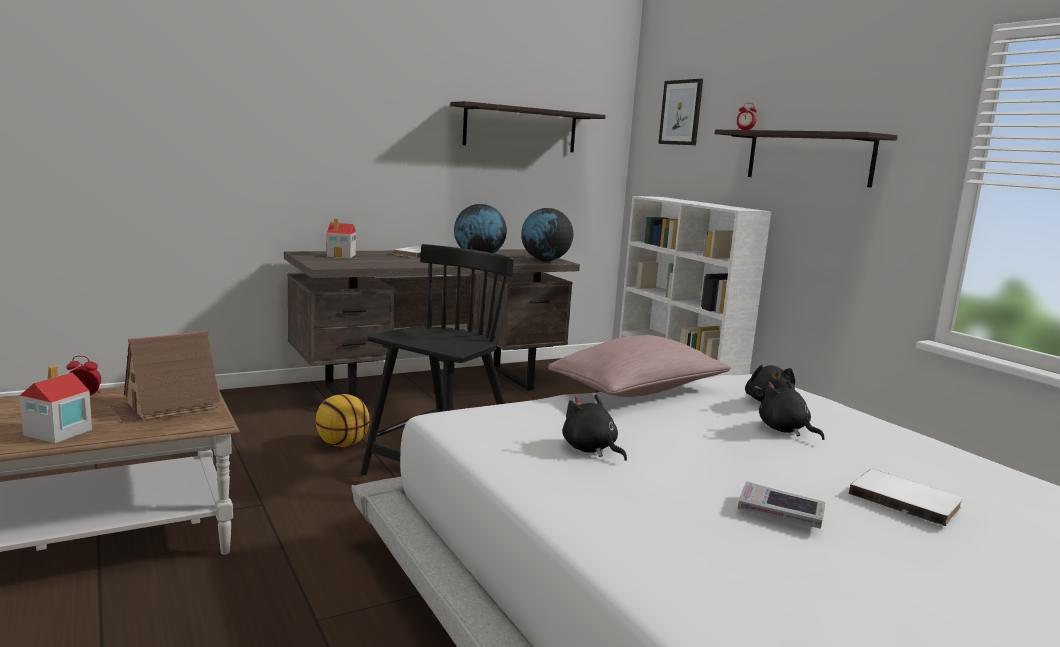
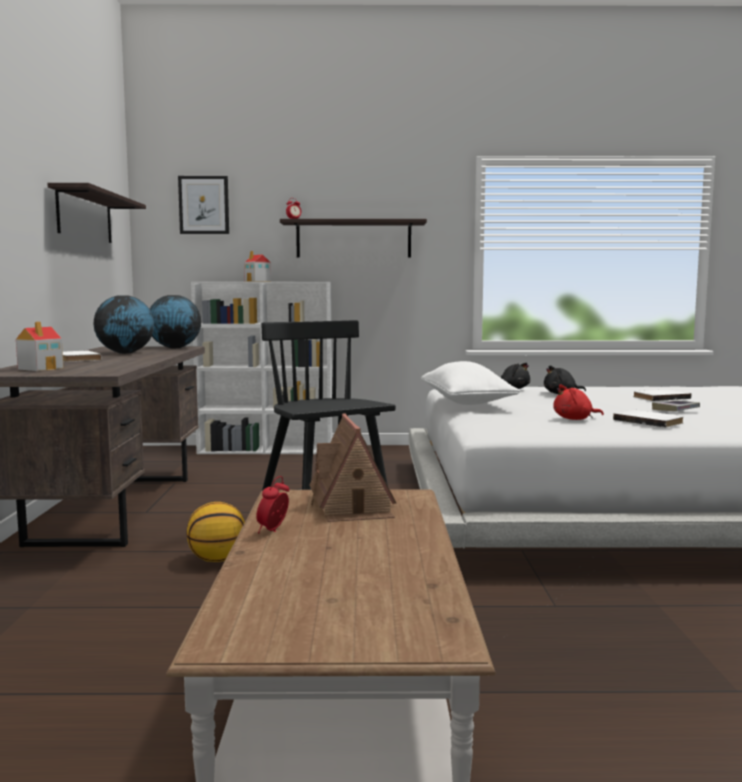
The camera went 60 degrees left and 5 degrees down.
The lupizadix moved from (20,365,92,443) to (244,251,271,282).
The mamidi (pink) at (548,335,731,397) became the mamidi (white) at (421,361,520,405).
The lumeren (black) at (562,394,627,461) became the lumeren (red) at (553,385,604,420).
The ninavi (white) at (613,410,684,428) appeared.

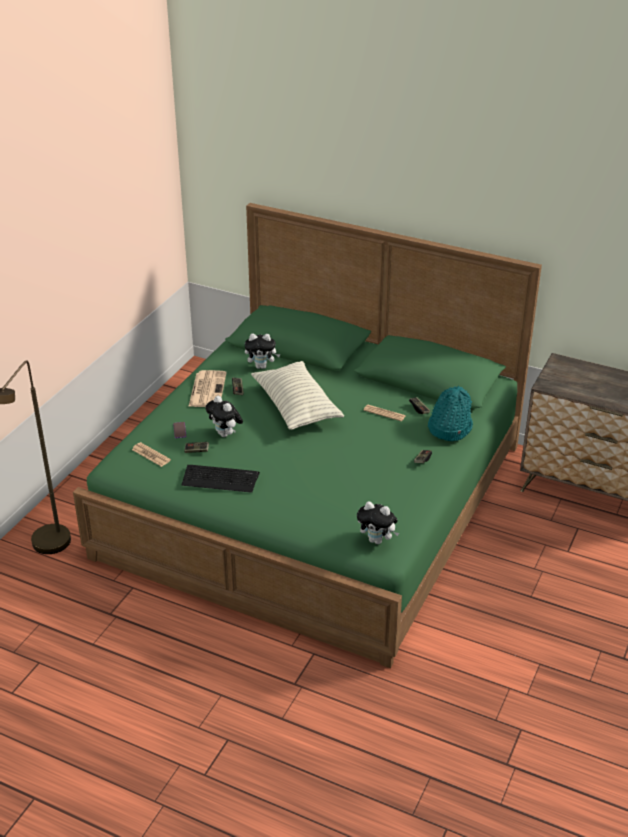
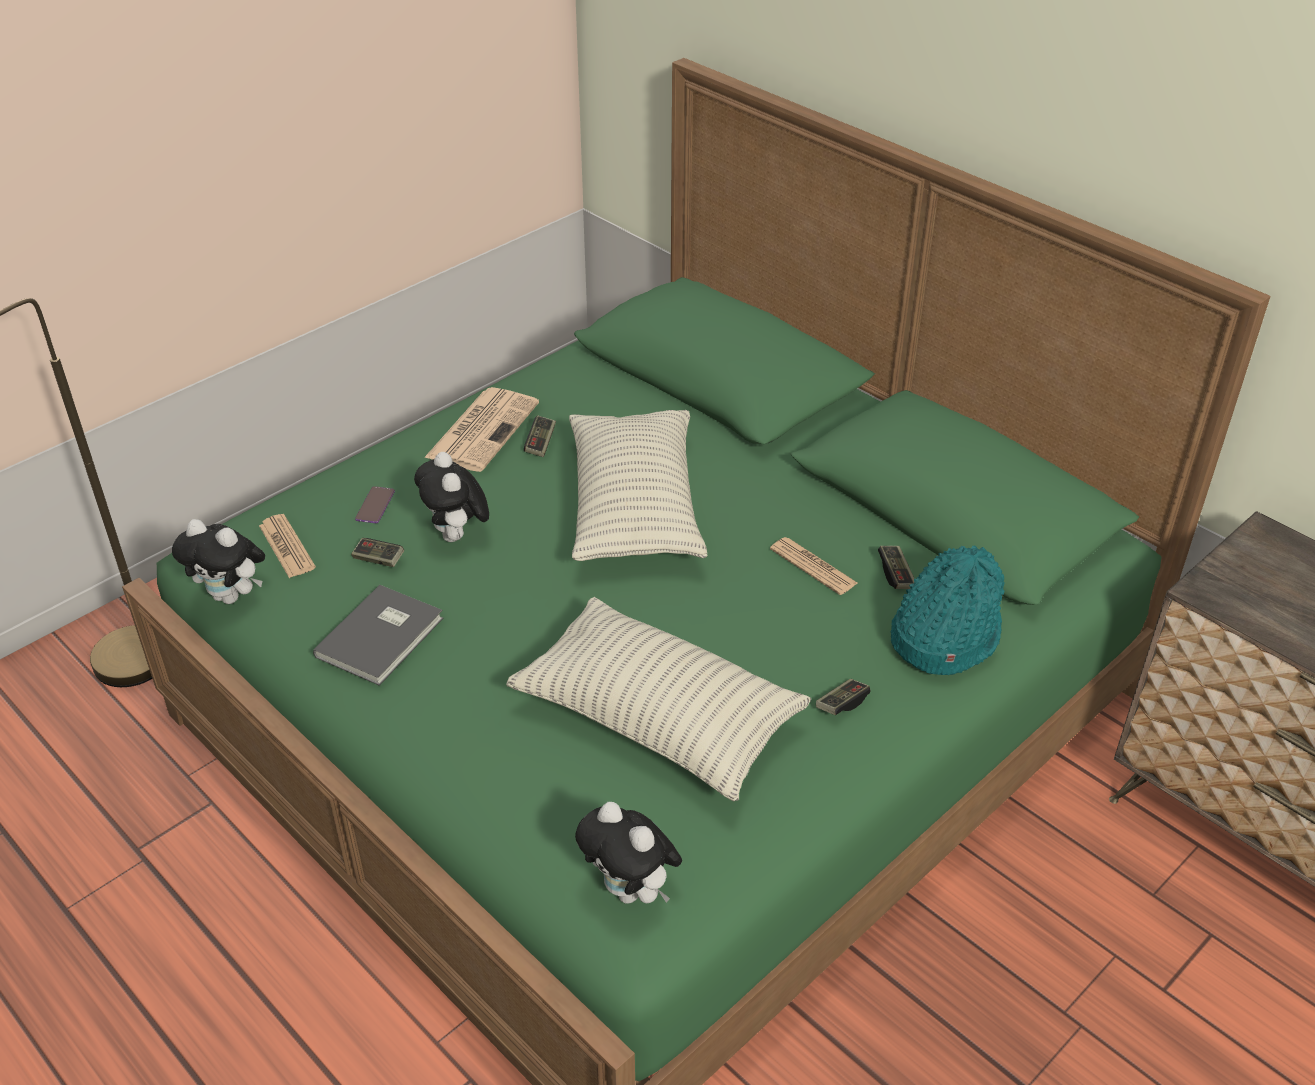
The camera went 20 degrees right and 5 degrees up.
The lumeren moved from (245,334,280,369) to (172,519,265,604).
The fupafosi at (182,465,260,493) was replaced by the ninavi (grey) at (313,585,443,686).
The mamidi at (506,597,811,801) appeared.

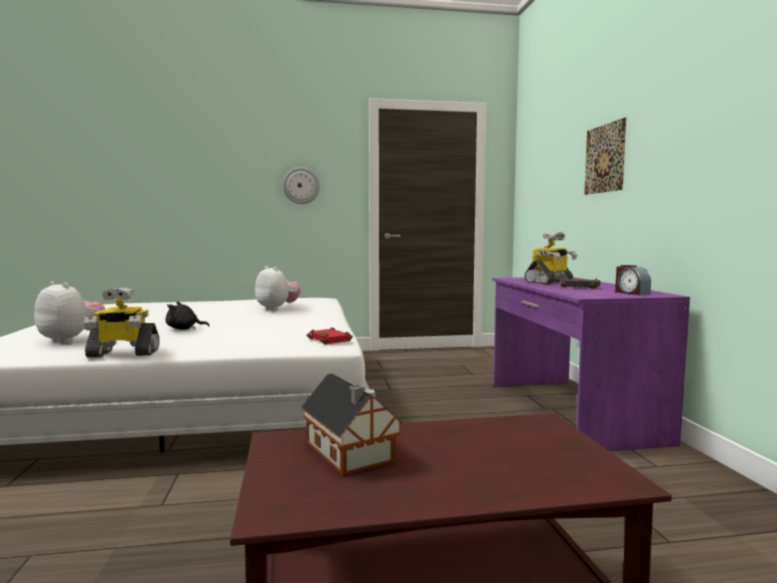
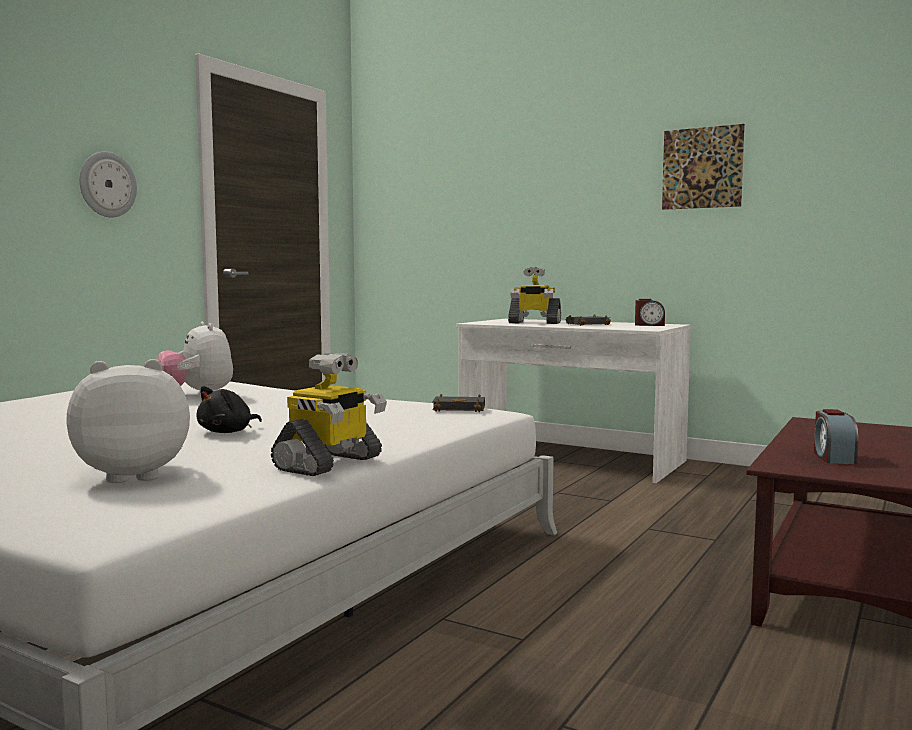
The camera went 50 degrees left and 0 degrees up.
The lumeren at (255,266,300,311) turned 120 degrees counterclockwise.
The ninavi (red) at (307,327,353,345) became the ninavi (black) at (432,394,485,412).
The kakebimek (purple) at (493,277,690,451) became the kakebimek (white) at (456,319,691,483).
The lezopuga at (524,232,577,284) turned 105 degrees clockwise.
The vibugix moved from (584,118,626,195) to (662,124,745,210).
The lupizadix at (301,374,403,476) was replaced by the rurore at (814,409,858,464).

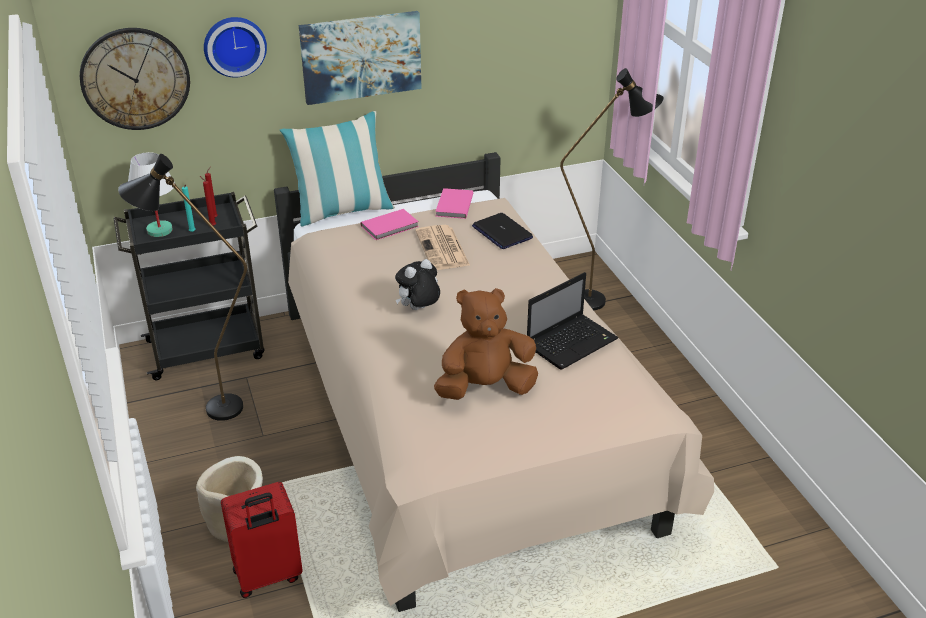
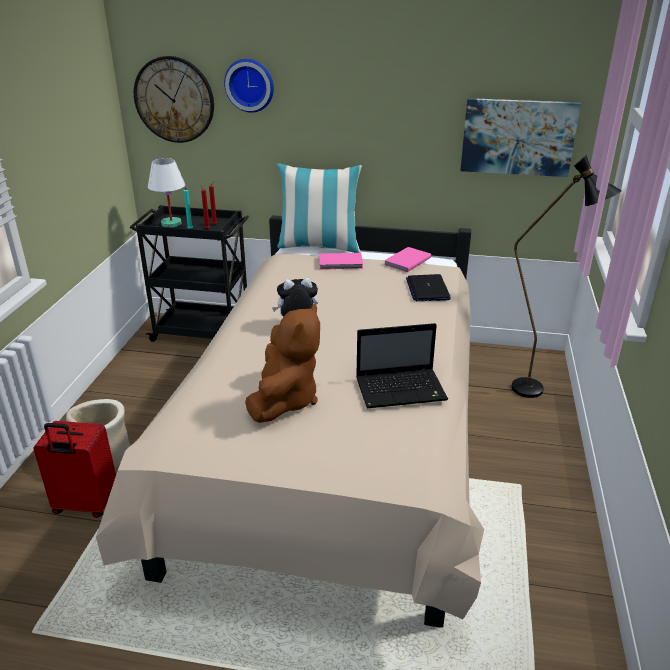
The camera went 30 degrees right and 5 degrees down.
The lumeren (brown) at (434,288,538,400) turned 90 degrees clockwise.
The vibugix moved from (299,11,422,105) to (460,98,581,177).
The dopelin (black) at (118,154,247,421) disappeared.
The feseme at (415,225,470,270) disappeared.

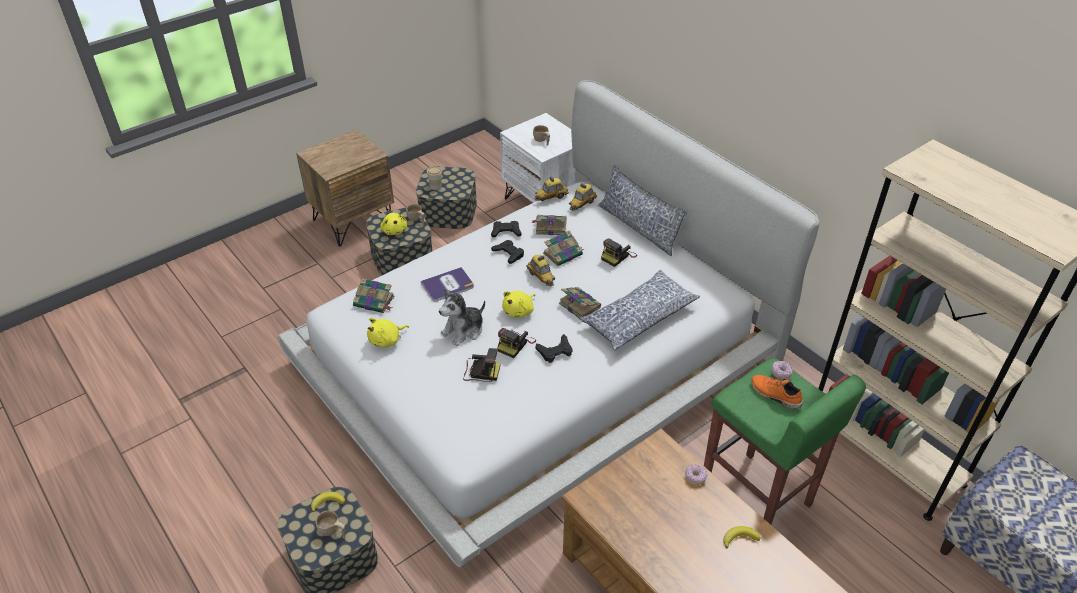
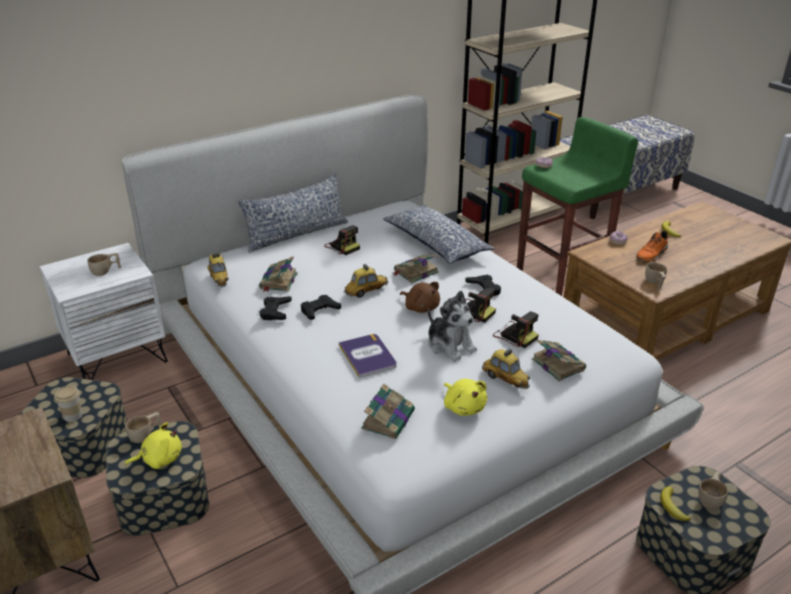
The camera went 85 degrees left and 10 degrees down.
The lumeren (yellow) at (502,291,536,317) became the lumeren (brown) at (400,282,440,313).
The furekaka moved from (569,184,597,211) to (482,349,530,389).
The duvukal at (463,348,501,382) turned 120 degrees clockwise.
The ninavi moved from (543,231,584,266) to (532,340,586,381).
The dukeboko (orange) moved from (751,375,803,409) to (636,231,668,262).
The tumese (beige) at (645,262,667,290) appeared.

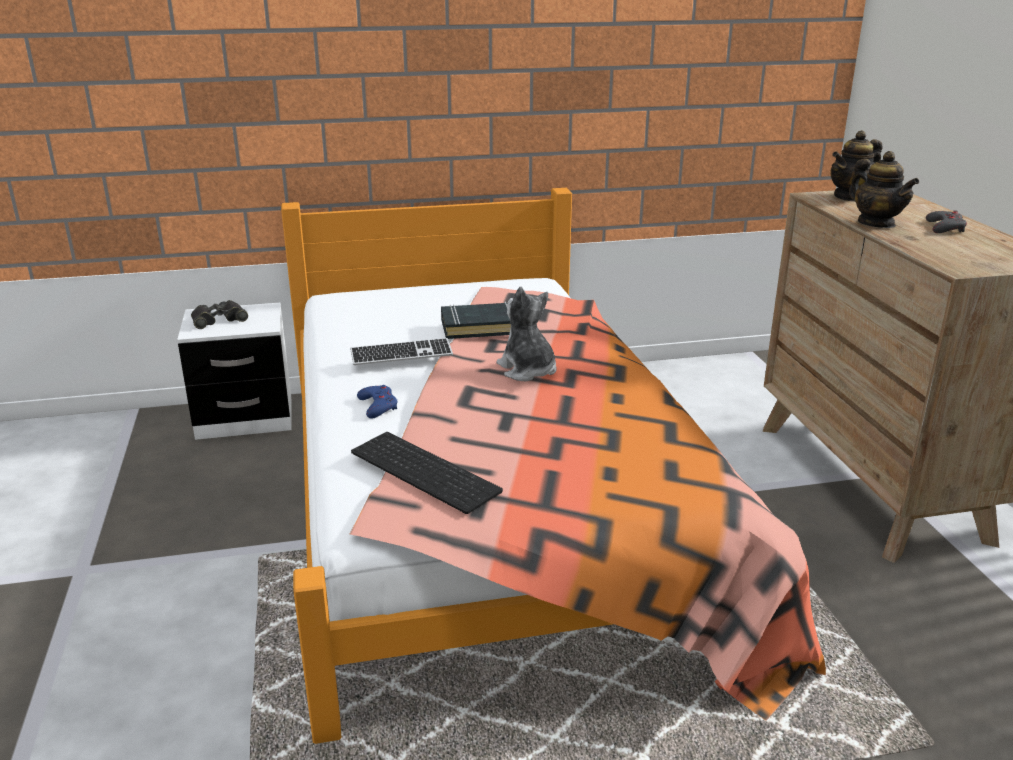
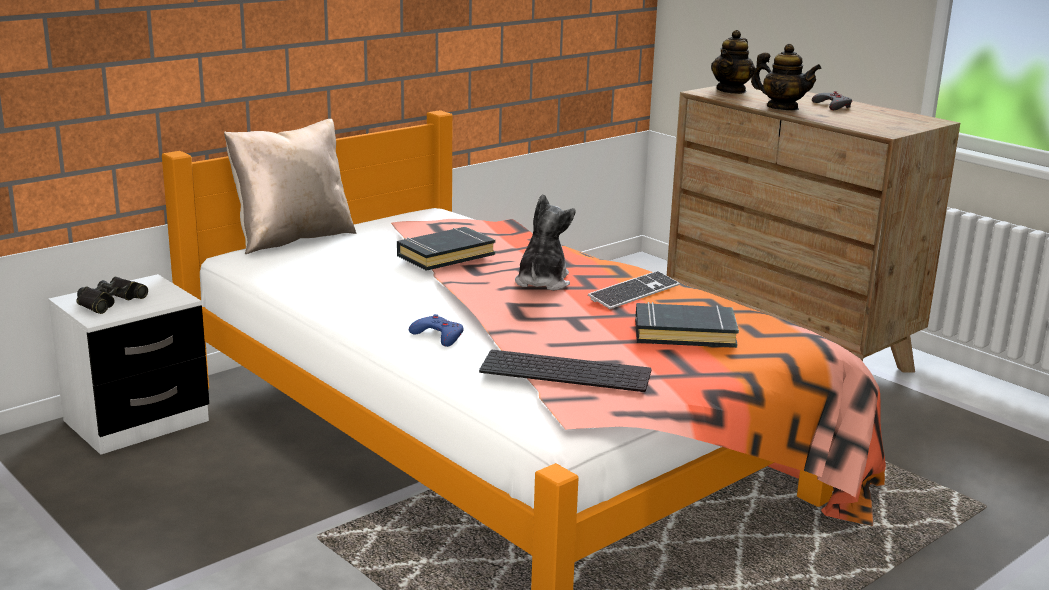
The camera went 30 degrees left and 5 degrees down.
The mamidi (beige) at (224,119,356,254) appeared.
The lumeren at (497,287,557,381) turned 75 degrees clockwise.
The fupafosi moved from (350,338,453,365) to (588,271,680,309).
The ninavi (black) at (635,302,739,348) appeared.

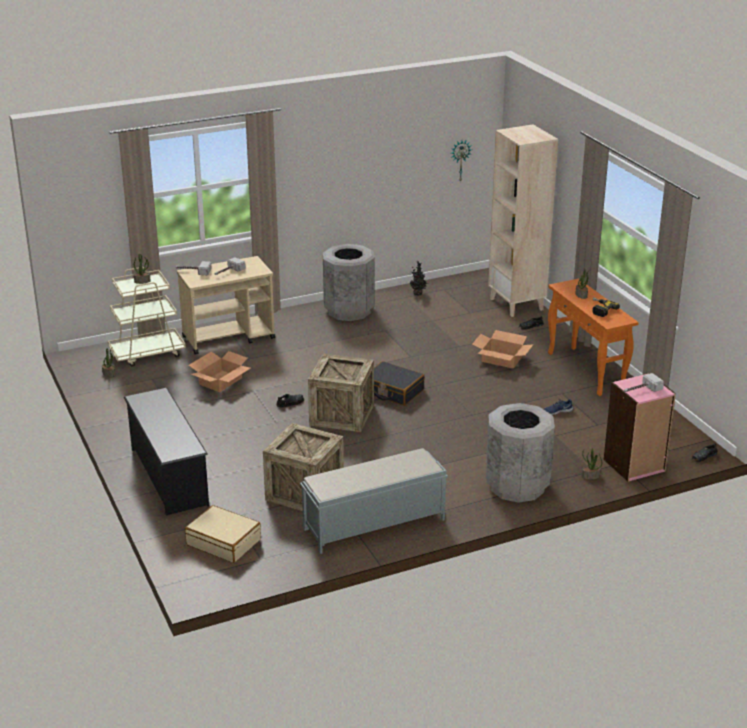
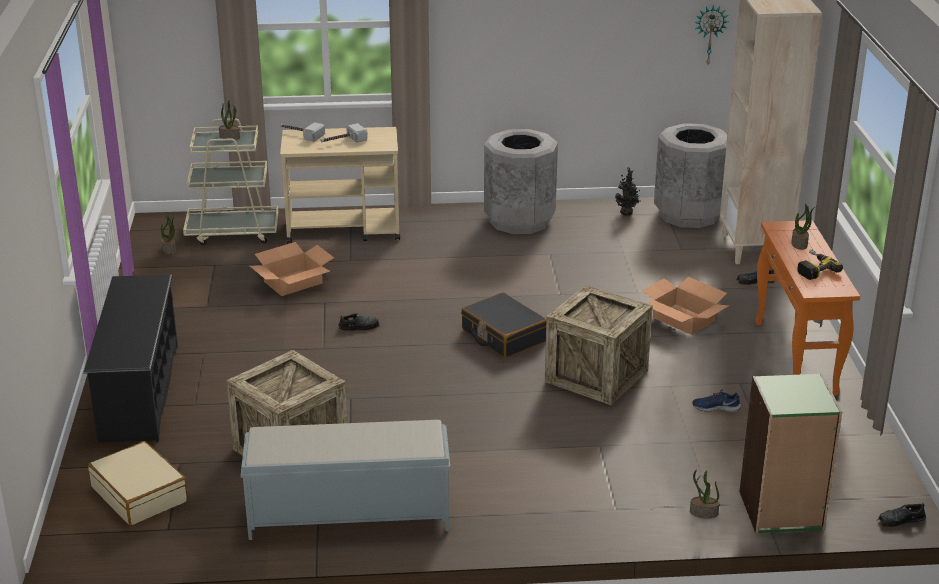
The camera went 20 degrees right and 0 degrees up.
The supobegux moved from (308,354,374,432) to (545,285,653,405).
The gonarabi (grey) moved from (486,403,555,503) to (654,123,727,228).
The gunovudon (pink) at (604,373,676,482) became the gunovudon (green) at (739,373,842,533).
The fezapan at (624,373,664,392) disappeared.

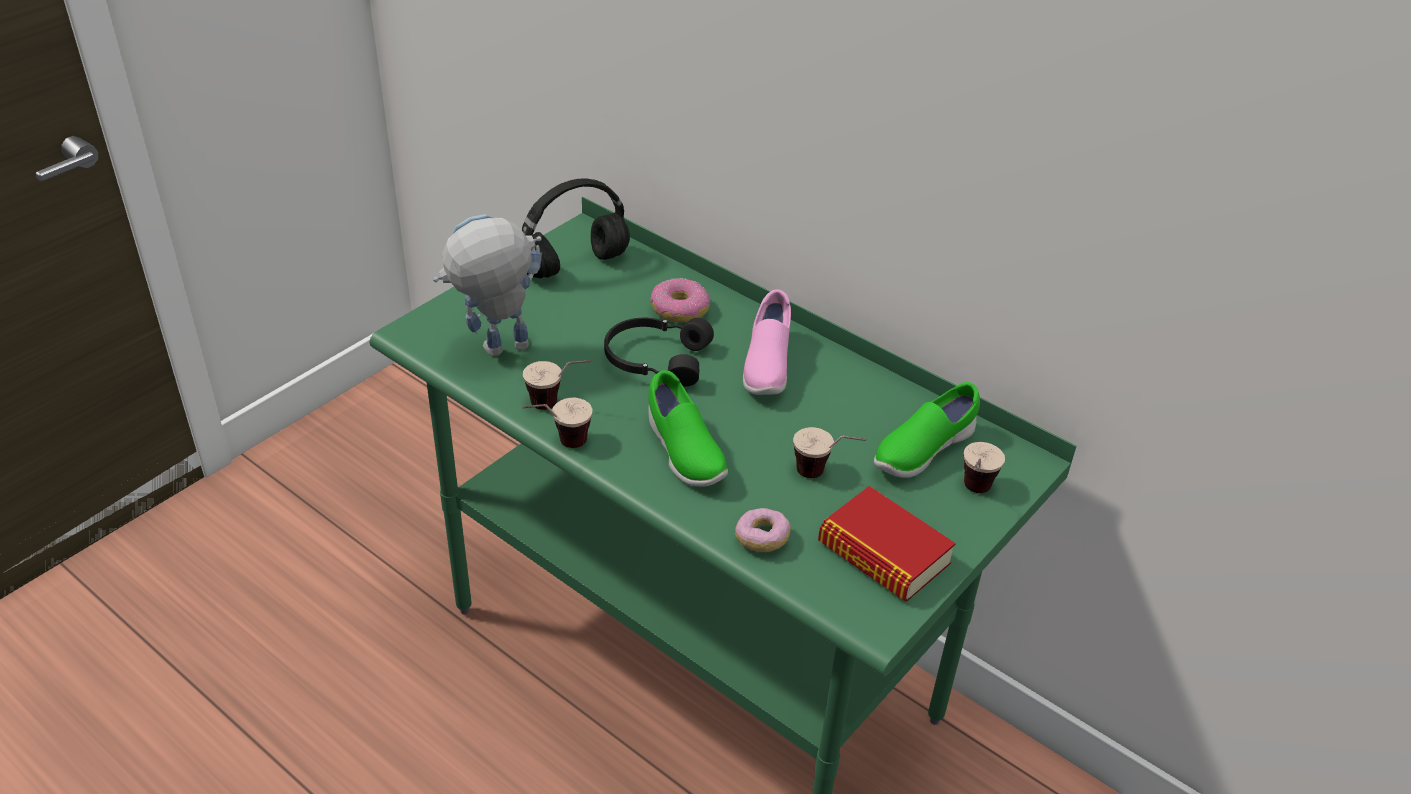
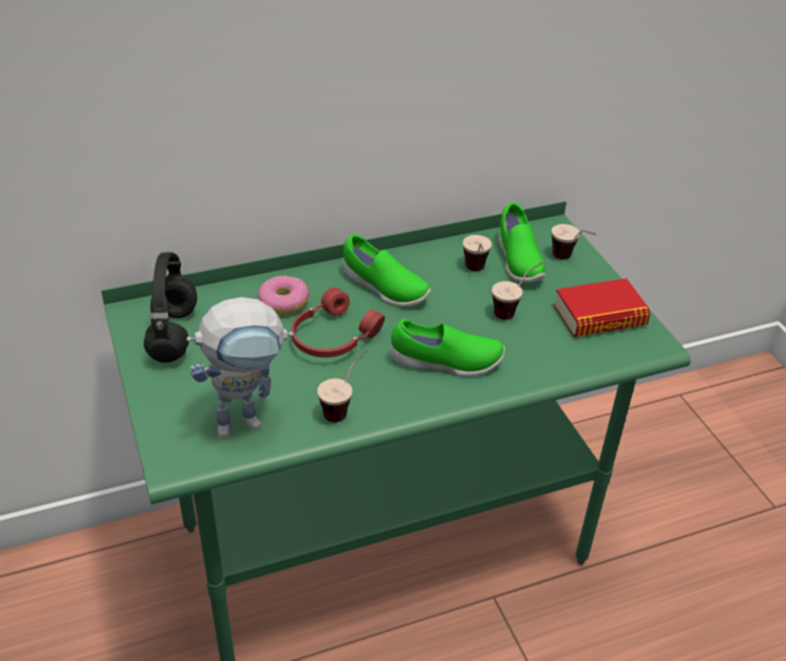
The camera went 60 degrees left and 0 degrees up.
The lezopuga at (433,214,542,357) turned 120 degrees counterclockwise.
The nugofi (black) at (604,318,714,387) became the nugofi (red) at (291,288,385,358).
The dukeboko (pink) at (743,290,791,395) became the dukeboko (green) at (343,234,431,307).
The tumese moved from (522,398,592,448) to (463,235,492,271).
The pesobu at (735,508,791,552) disappeared.

